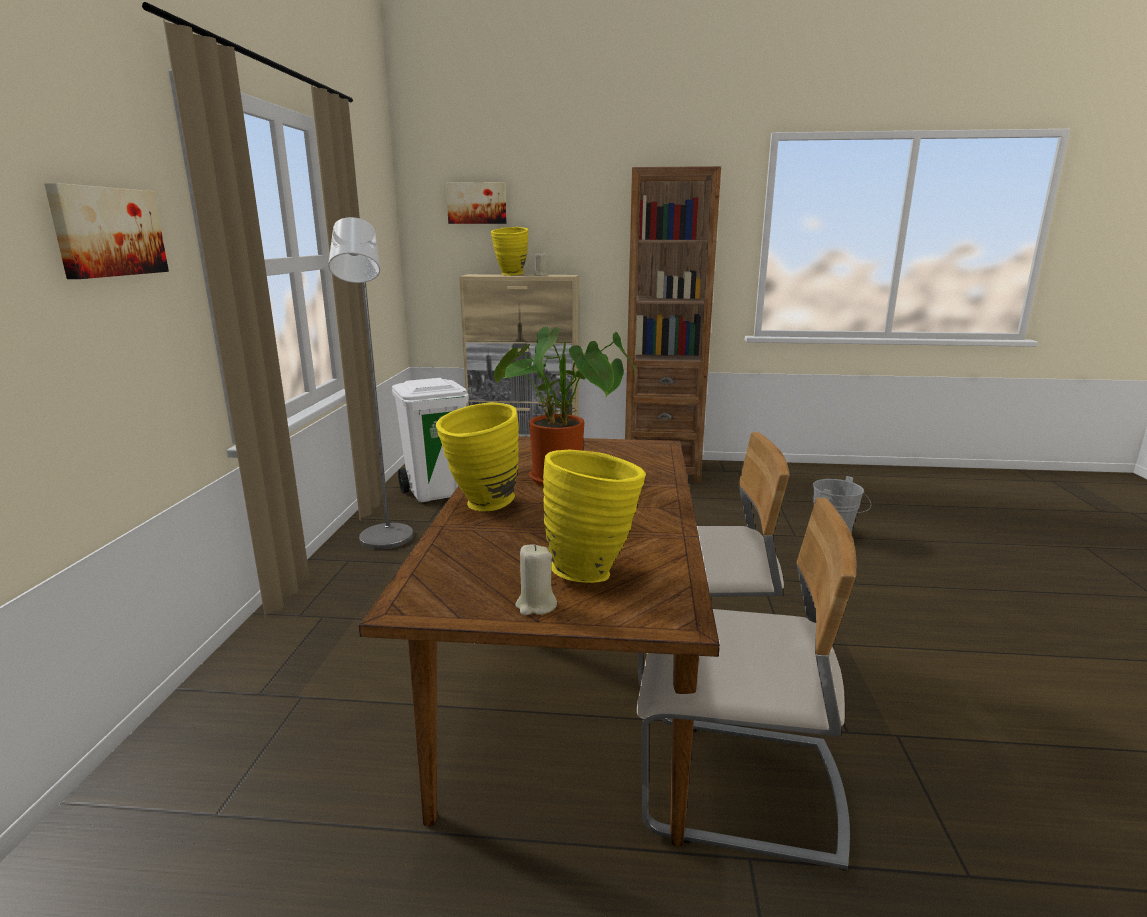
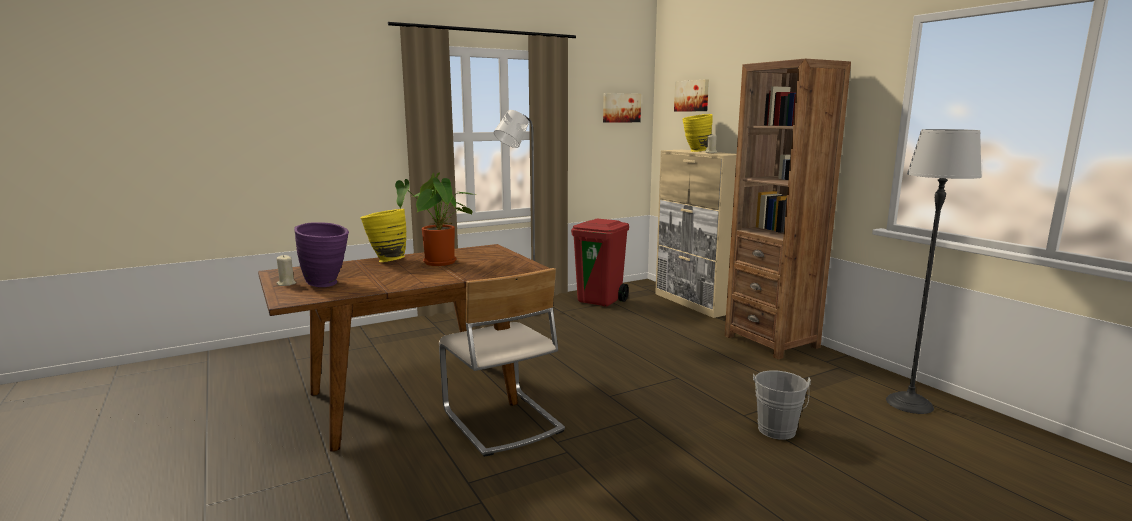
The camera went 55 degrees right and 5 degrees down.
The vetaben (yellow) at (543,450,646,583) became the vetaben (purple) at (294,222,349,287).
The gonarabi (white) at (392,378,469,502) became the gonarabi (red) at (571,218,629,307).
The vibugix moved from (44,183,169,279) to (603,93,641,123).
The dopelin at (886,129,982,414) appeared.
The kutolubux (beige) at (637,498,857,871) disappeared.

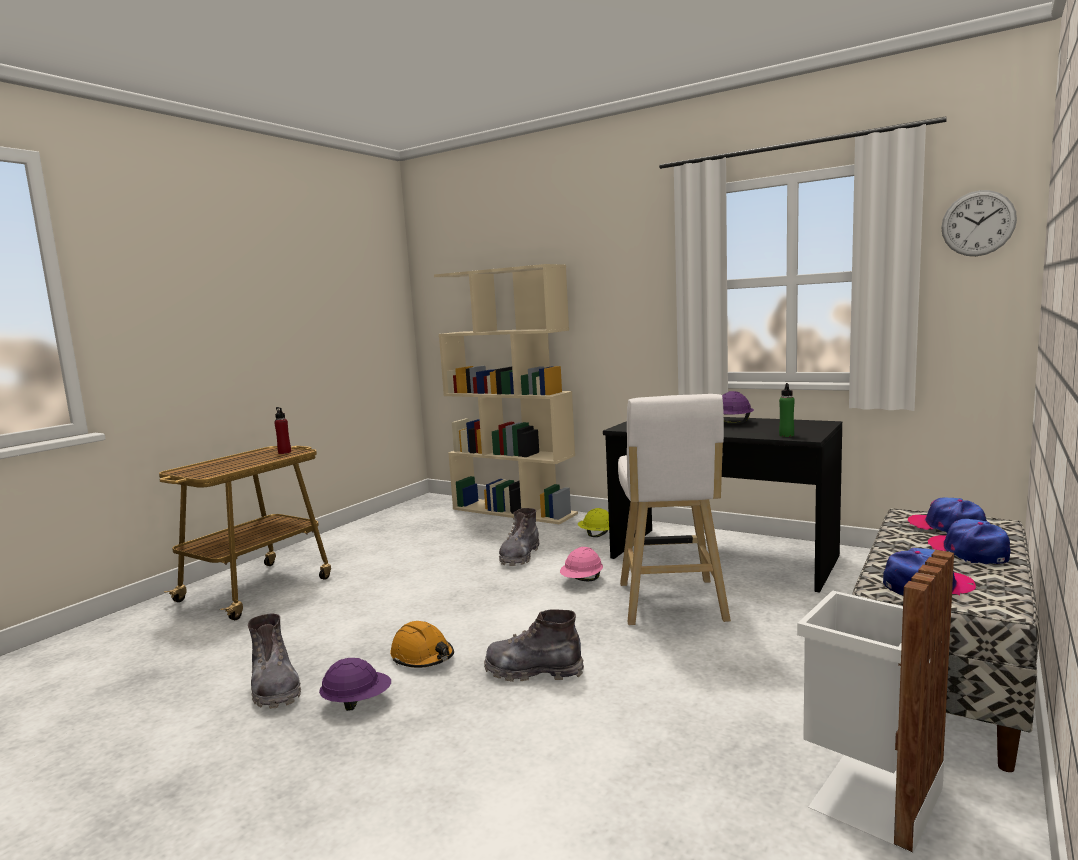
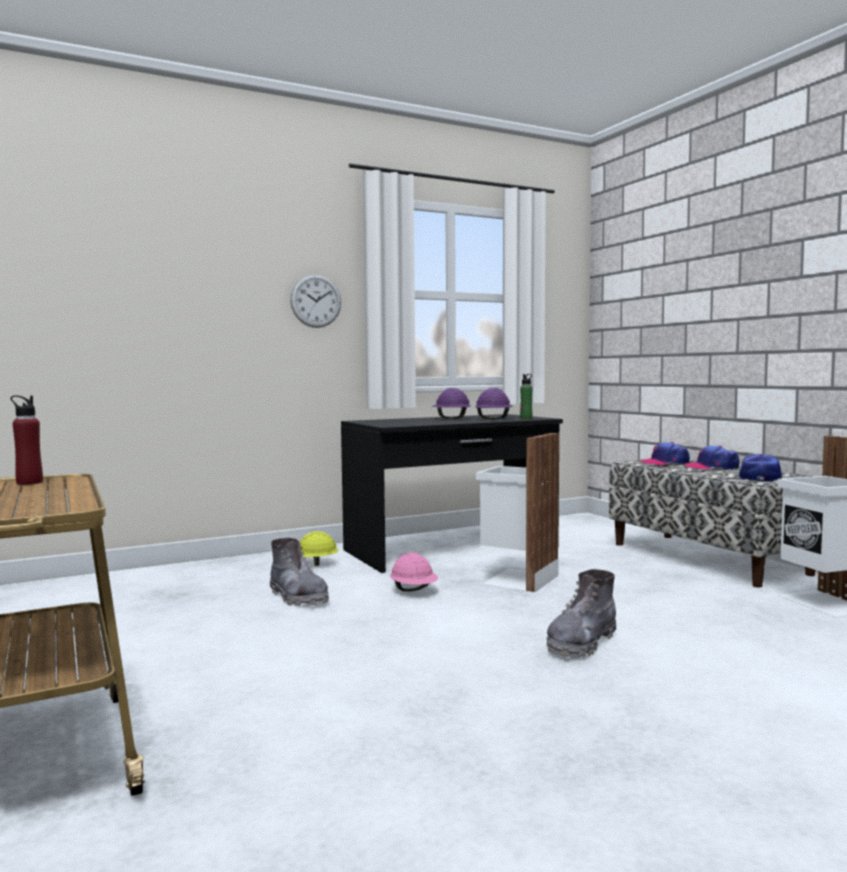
The camera went 60 degrees left and 5 degrees down.
The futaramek moved from (941,190,1017,256) to (290,274,341,328).
The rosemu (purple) moved from (319,658,391,711) to (475,388,514,419).
The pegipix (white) at (618,394,731,626) was replaced by the gonarabi (white) at (476,433,559,592).
The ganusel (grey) at (248,614,301,709) disappeared.
The rosemu (orange) at (390,621,454,668) disappeared.
The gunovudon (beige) at (434,264,578,525) disappeared.

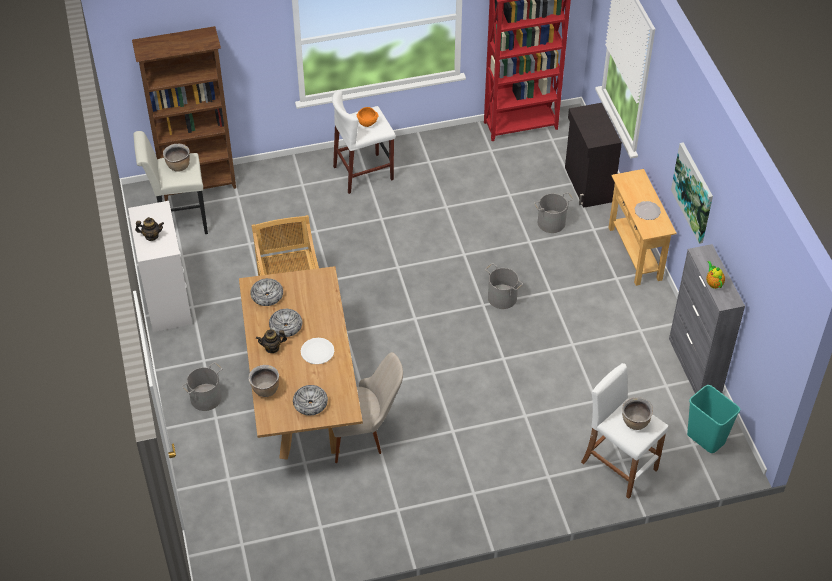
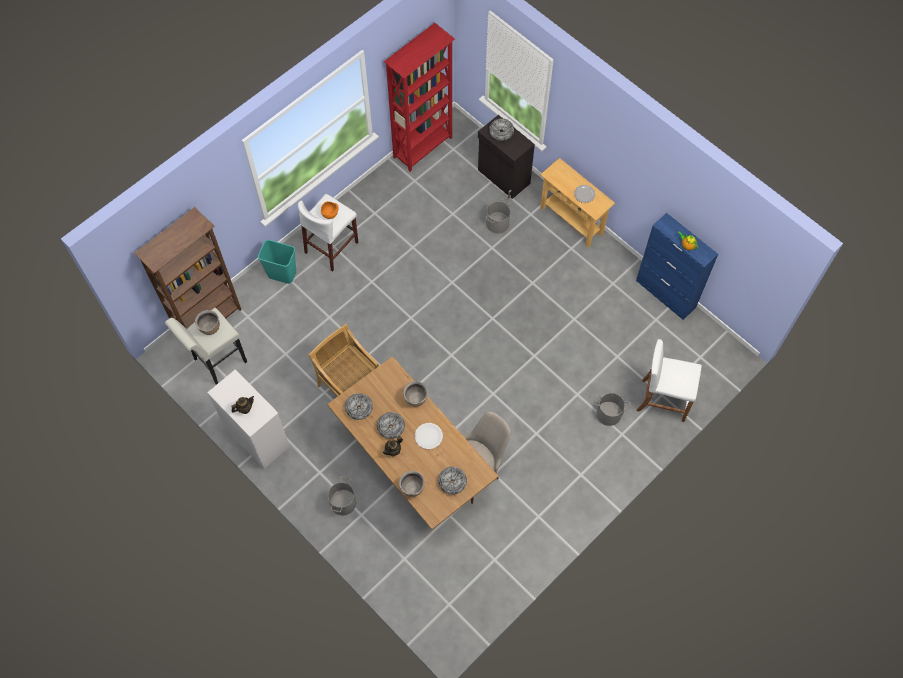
The camera went 30 degrees left and 15 degrees up.
The gonarabi (turquoise) moved from (687,385,740,453) to (258,240,296,284).
The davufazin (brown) moved from (622,397,653,430) to (403,381,428,407).
The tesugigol at (489,118,514,141) appeared.
The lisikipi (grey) moved from (485,263,523,309) to (595,393,631,426).
The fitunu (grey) at (669,244,745,394) became the fitunu (blue) at (636,213,718,320).
The vibugix at (671,142,713,244) disappeared.

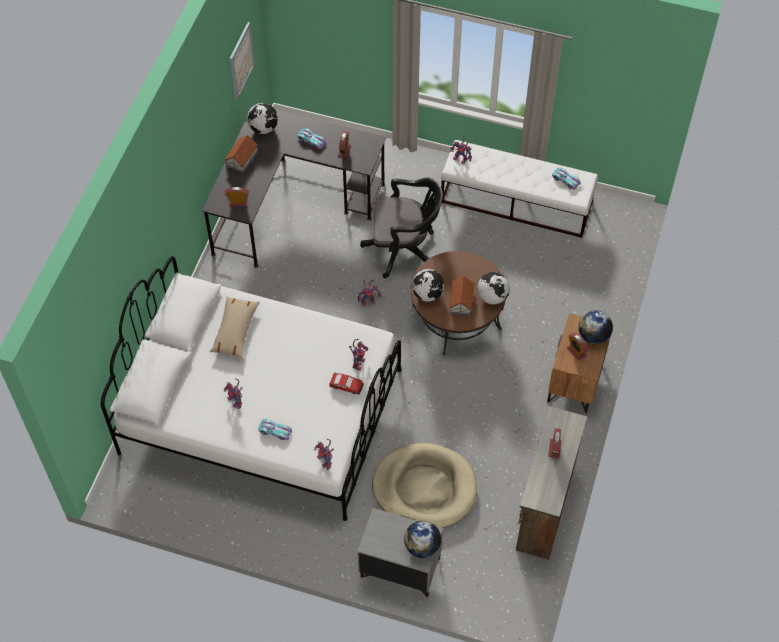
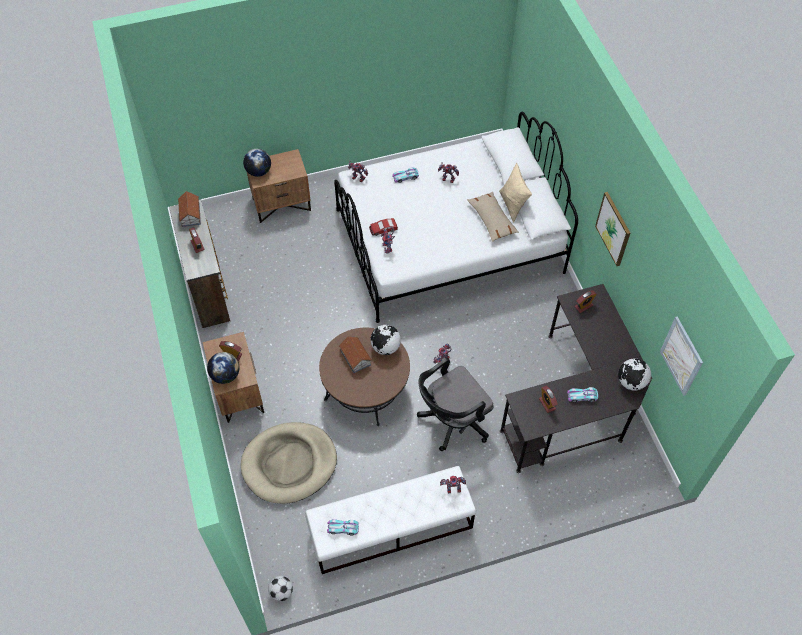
The camera went 145 degrees right and 0 degrees up.
The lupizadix moved from (224,135,258,173) to (178,191,201,227).
The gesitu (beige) moved from (372,443,477,528) to (241,422,337,504).
The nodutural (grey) at (357,508,443,597) became the nodutural (brown) at (247,149,311,223).
The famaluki at (268,576,293,601) appeared.
The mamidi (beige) at (499,163,532,223) appeared.
The vibugix at (595,192,630,266) appeared.
The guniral at (477,272,510,304) disappeared.

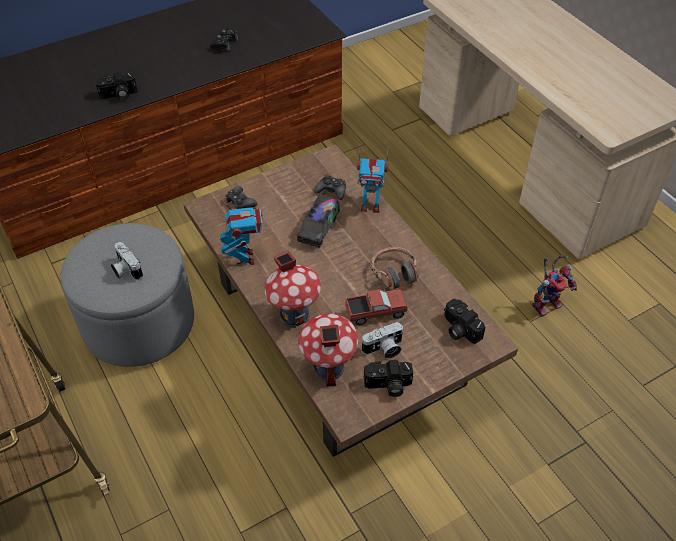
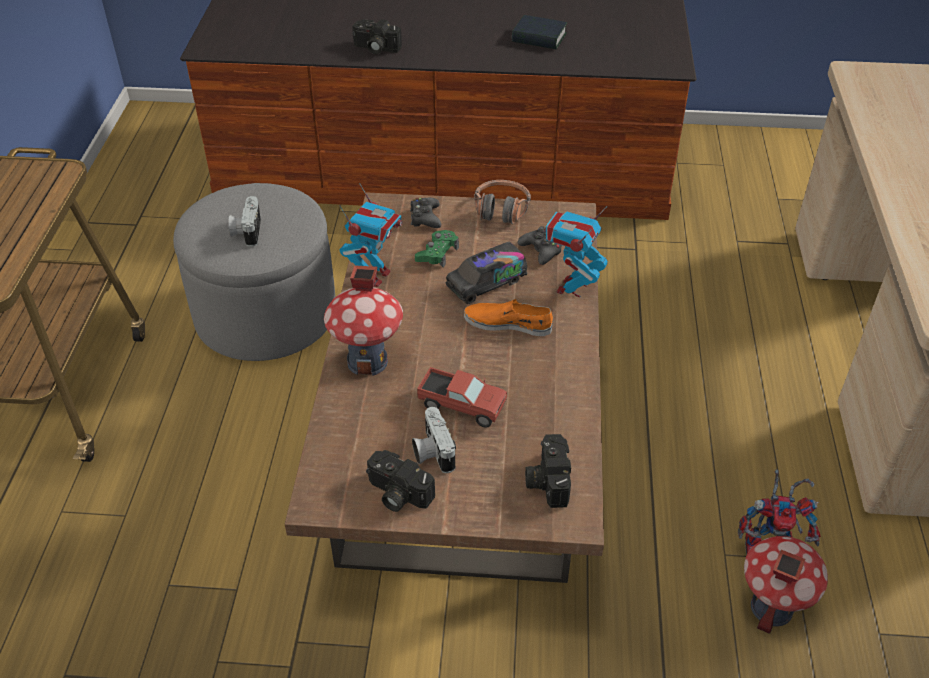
The camera went 35 degrees right and 5 degrees down.
The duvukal at (361,322,403,359) turned 60 degrees clockwise.
The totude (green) at (415,230,459,267) appeared.
The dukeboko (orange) at (464,299,553,336) appeared.
The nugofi moved from (371,247,418,290) to (474,180,531,224).
The totude (black) at (210,28,238,52) was replaced by the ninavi at (512,15,567,49).
The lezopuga at (357,152,388,213) turned 75 degrees clockwise.
The lupizadix moved from (298,313,358,386) to (744,536,828,634).

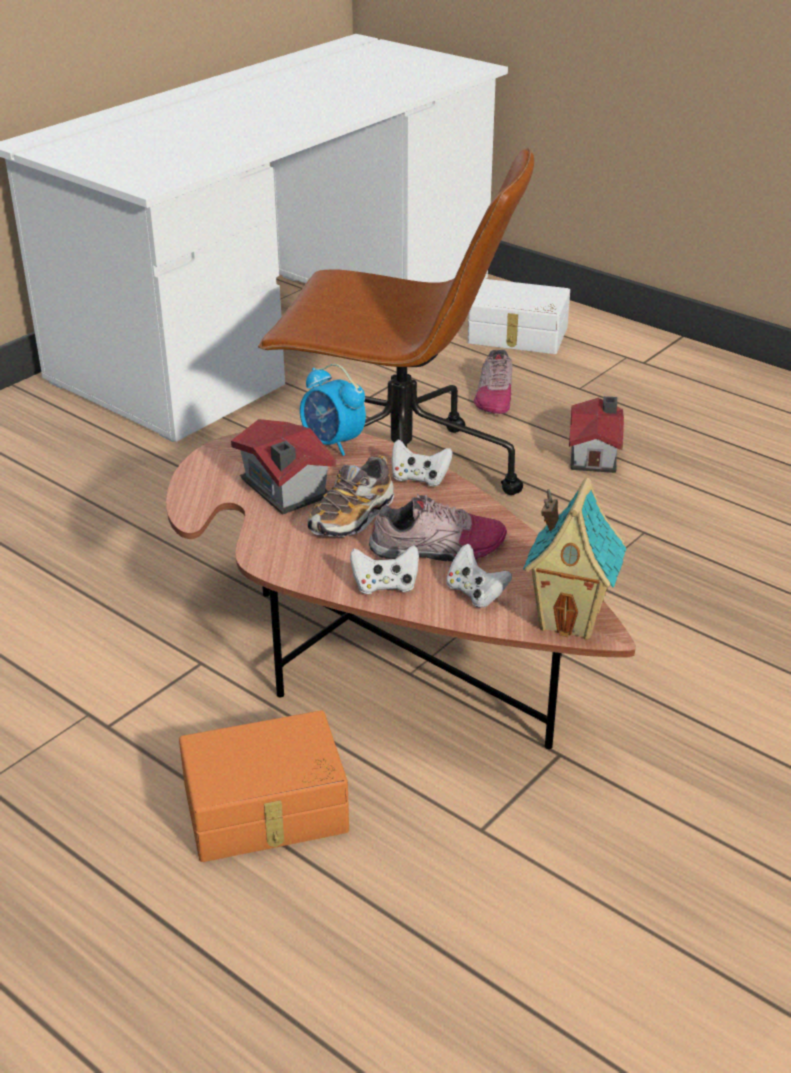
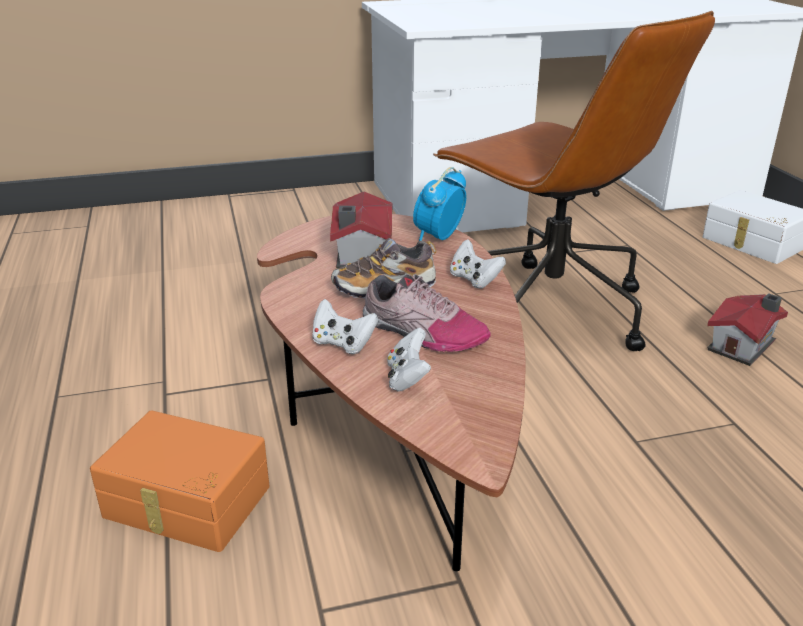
The camera went 35 degrees right and 5 degrees down.
The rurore at (300,364,366,456) turned 45 degrees clockwise.
The dukeboko at (474,350,513,414) disappeared.
The lupizadix at (523,477,627,640) disappeared.

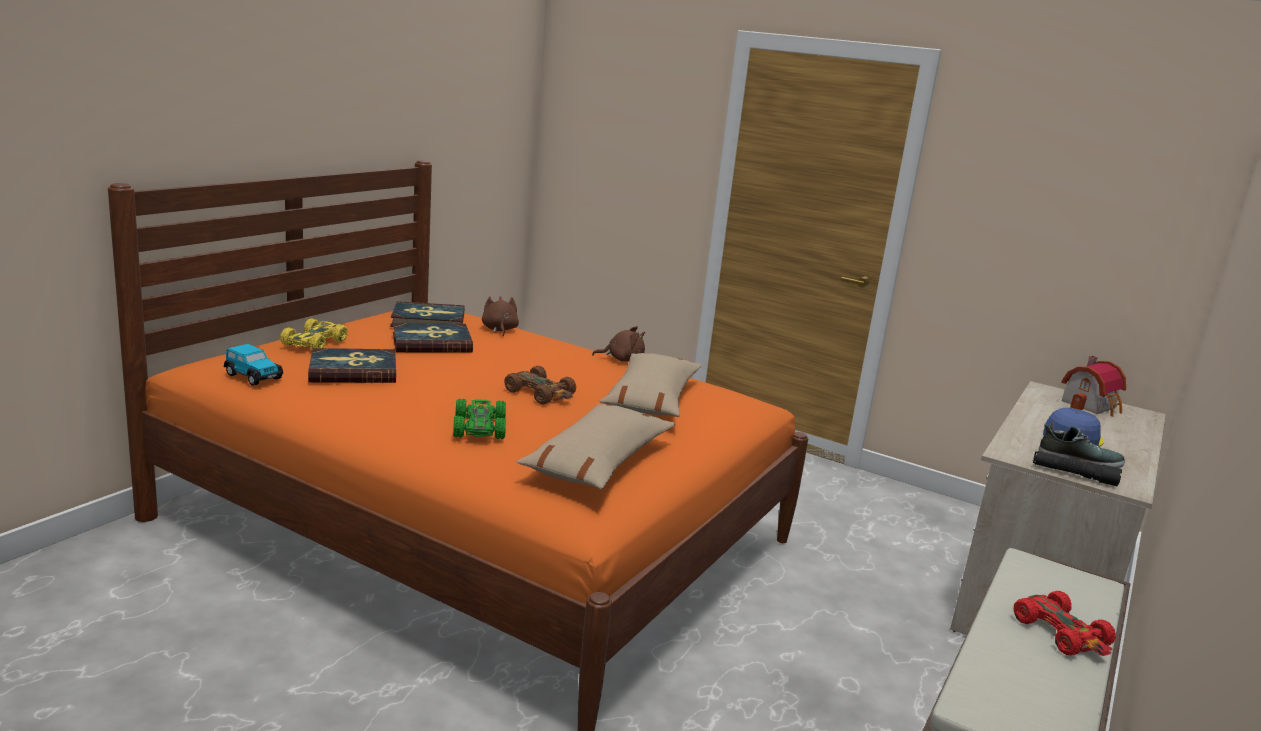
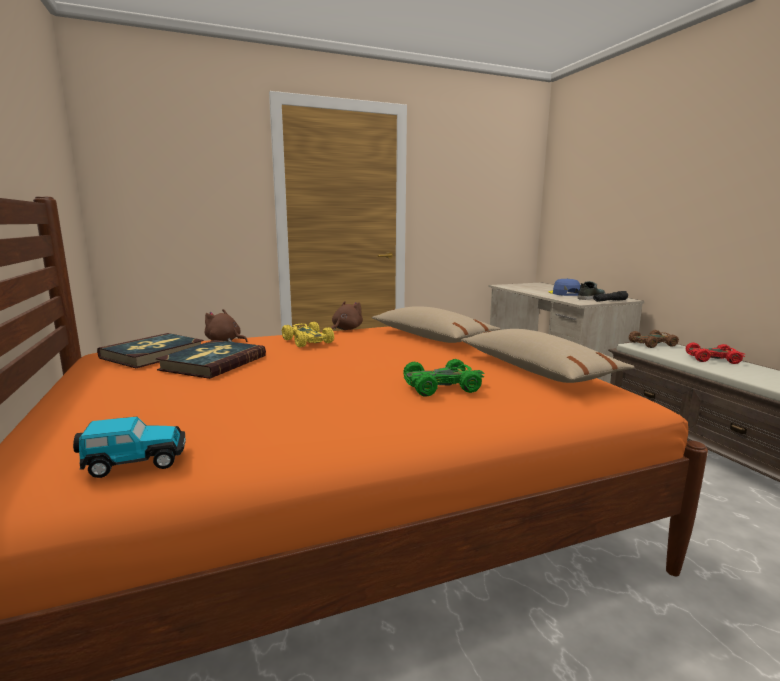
The camera went 50 degrees left and 5 degrees down.
The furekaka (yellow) moved from (280,318,348,350) to (282,322,334,347).
The furekaka (green) at (453,399,506,439) turned 135 degrees clockwise.
The furekaka (brown) moved from (504,366,576,405) to (629,330,679,348).
The ninavi at (308,348,396,383) disappeared.
The lupizadix at (1061,355,1126,417) disappeared.

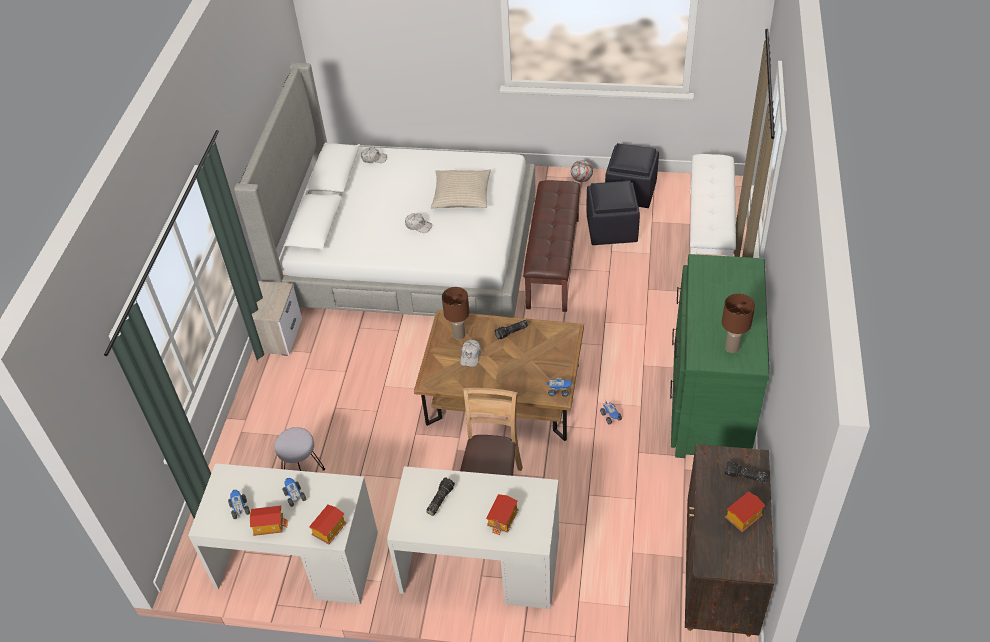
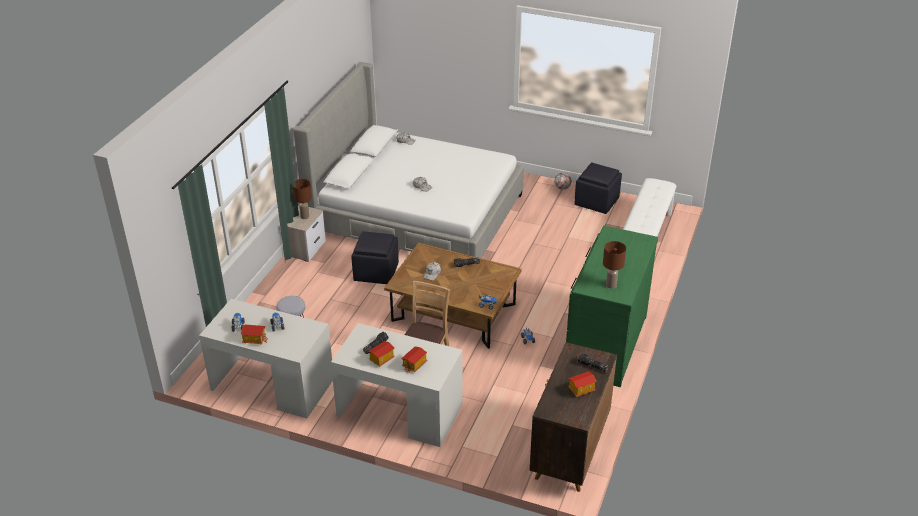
The camera went 10 degrees right and 10 degrees down.
The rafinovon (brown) moved from (442,287,470,340) to (292,179,312,219).
The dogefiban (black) moved from (587,181,640,245) to (351,231,399,284).
The lupizadix moved from (309,505,347,544) to (368,341,395,367).
The mamidi (beige) at (431,170,491,208) disappeared.
The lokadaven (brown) at (523,180,581,312) disappeared.

